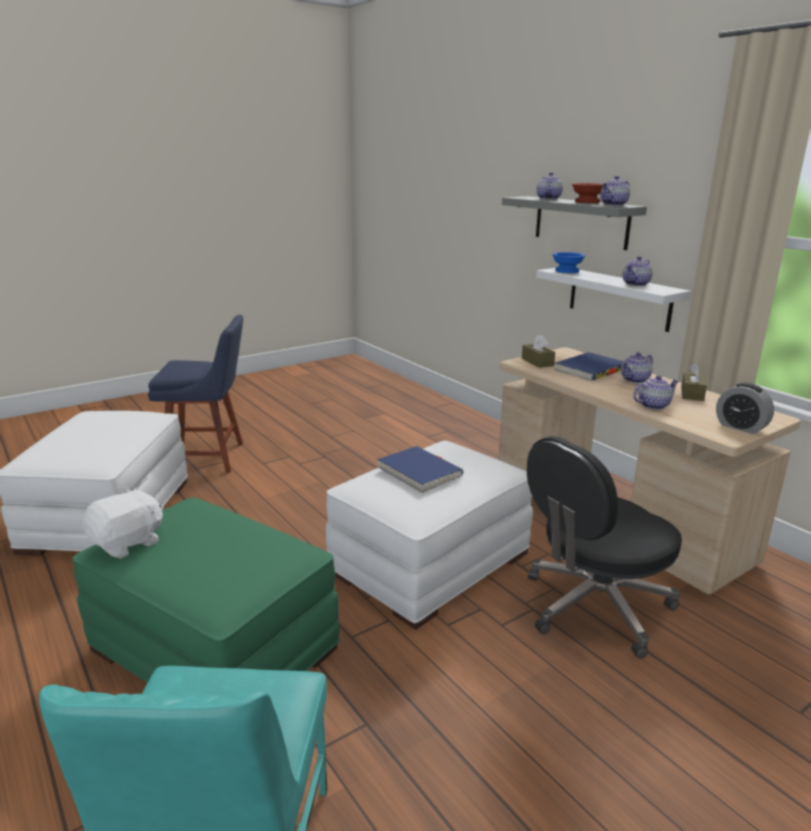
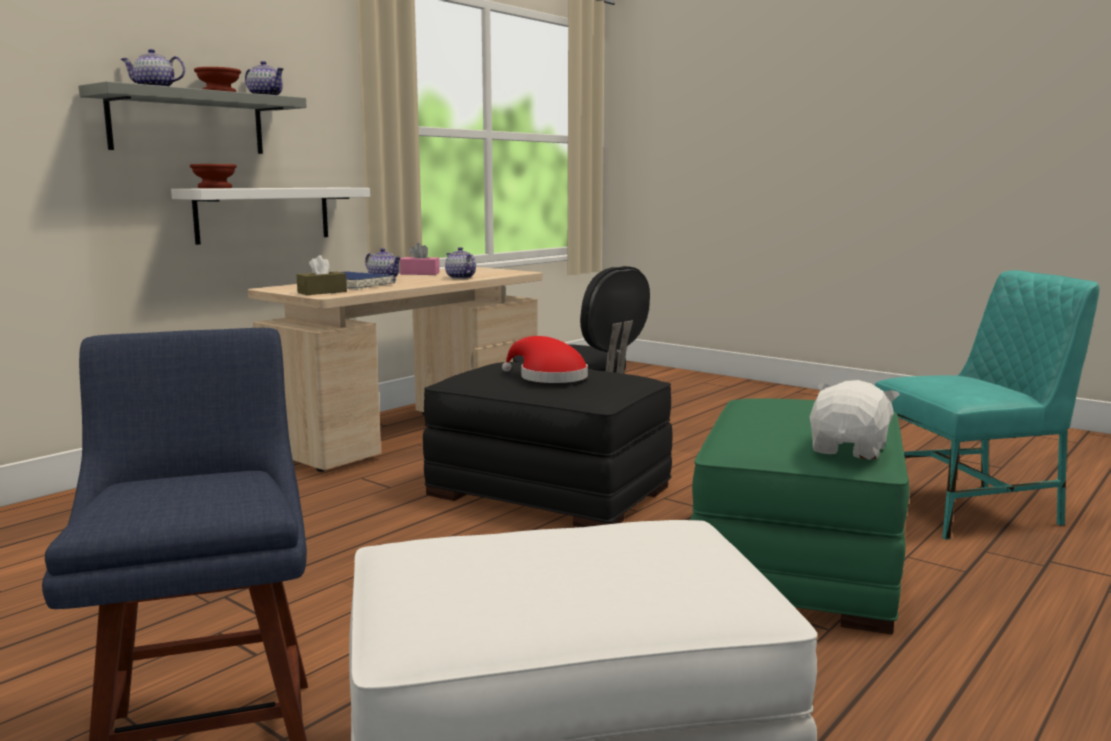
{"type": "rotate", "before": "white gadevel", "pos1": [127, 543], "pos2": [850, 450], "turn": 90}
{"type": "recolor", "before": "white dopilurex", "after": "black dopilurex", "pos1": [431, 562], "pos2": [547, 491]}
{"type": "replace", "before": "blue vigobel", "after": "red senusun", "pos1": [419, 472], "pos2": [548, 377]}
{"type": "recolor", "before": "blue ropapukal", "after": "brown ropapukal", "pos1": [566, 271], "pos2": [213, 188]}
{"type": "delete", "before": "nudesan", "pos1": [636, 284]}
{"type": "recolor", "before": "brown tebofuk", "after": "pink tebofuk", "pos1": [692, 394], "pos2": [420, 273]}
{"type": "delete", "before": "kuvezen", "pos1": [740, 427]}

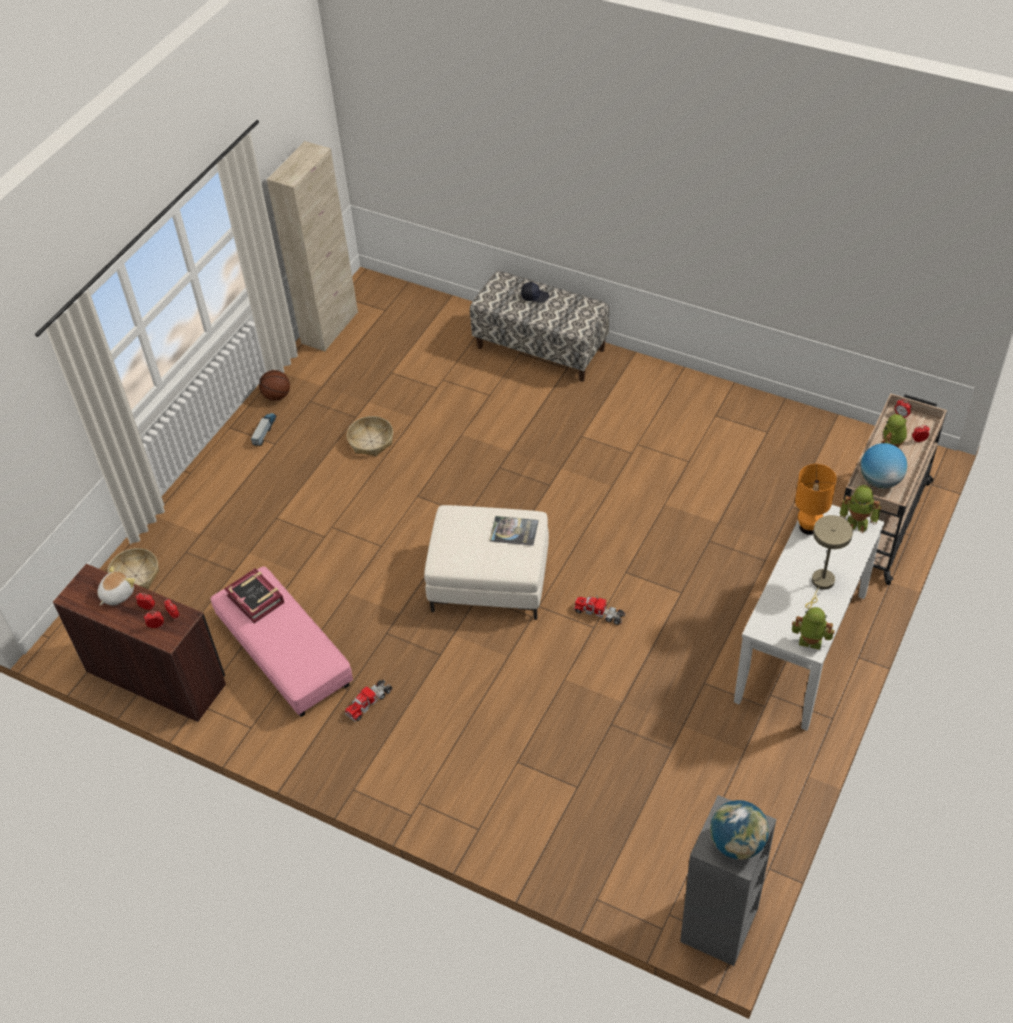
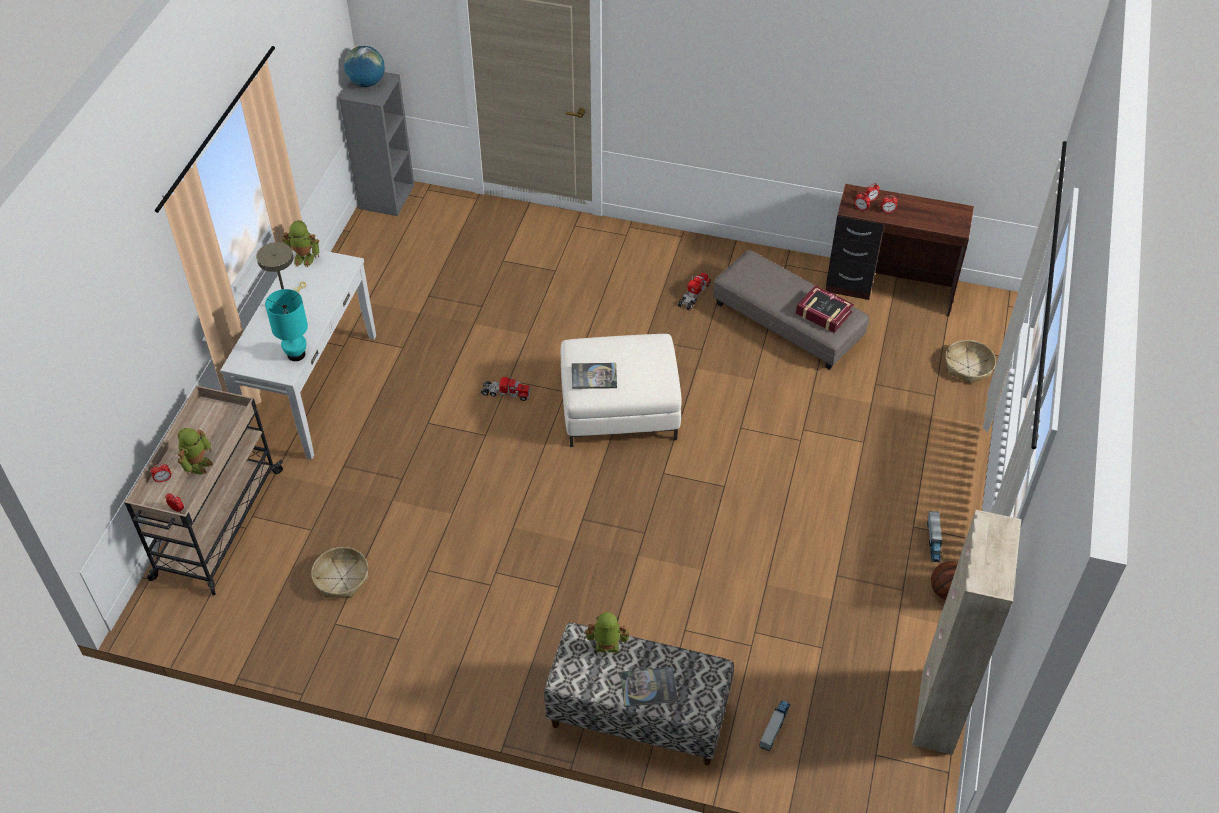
{"type": "delete", "before": "gadevel", "pos1": [116, 594]}
{"type": "recolor", "before": "pink dopilurex", "after": "grey dopilurex", "pos1": [284, 652], "pos2": [787, 322]}
{"type": "move", "before": "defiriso", "pos1": [371, 441], "pos2": [341, 578]}
{"type": "replace", "before": "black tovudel", "after": "vigobel", "pos1": [534, 296], "pos2": [648, 687]}
{"type": "recolor", "before": "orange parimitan", "after": "turquoise parimitan", "pos1": [808, 527], "pos2": [296, 354]}
{"type": "move", "before": "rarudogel", "pos1": [857, 522], "pos2": [606, 647]}
{"type": "delete", "before": "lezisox", "pos1": [880, 480]}
{"type": "insert", "after": "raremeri", "pos2": [774, 727]}

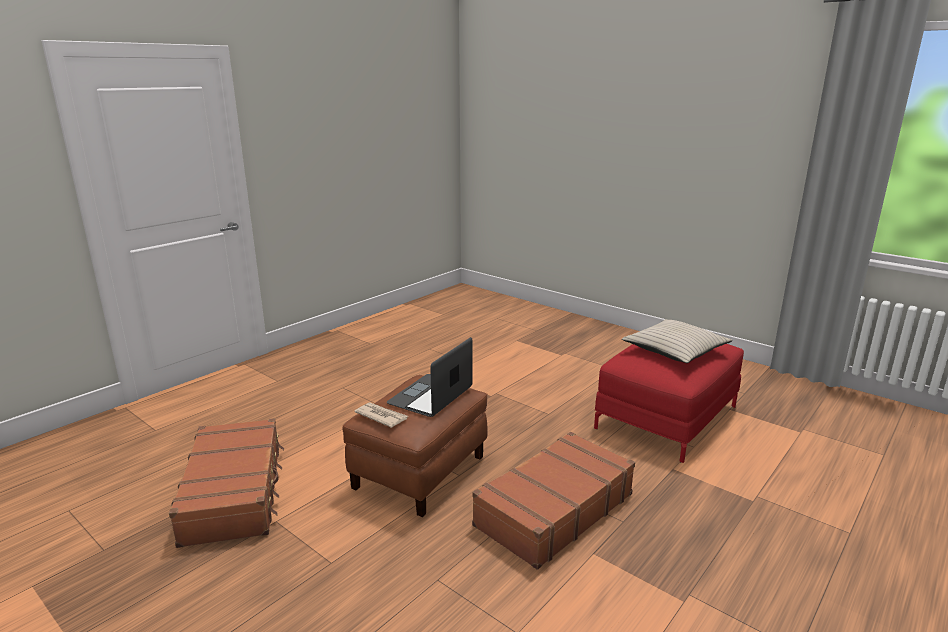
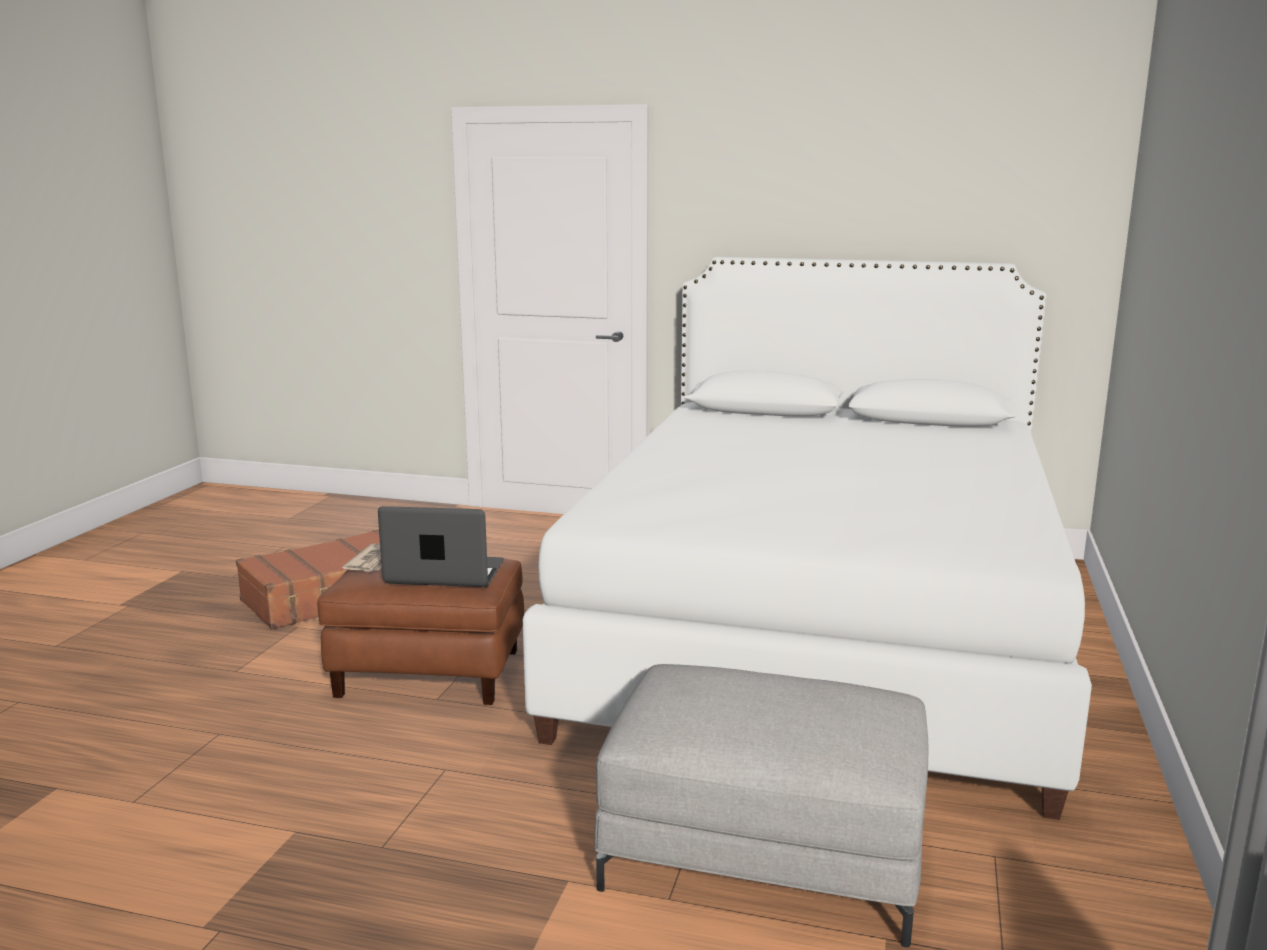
{"type": "delete", "before": "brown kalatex", "pos1": [553, 509]}
{"type": "recolor", "before": "red dopilurex", "after": "grey dopilurex", "pos1": [665, 416], "pos2": [764, 851]}
{"type": "delete", "before": "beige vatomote", "pos1": [674, 350]}
{"type": "insert", "after": "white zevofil", "pos2": [819, 631]}

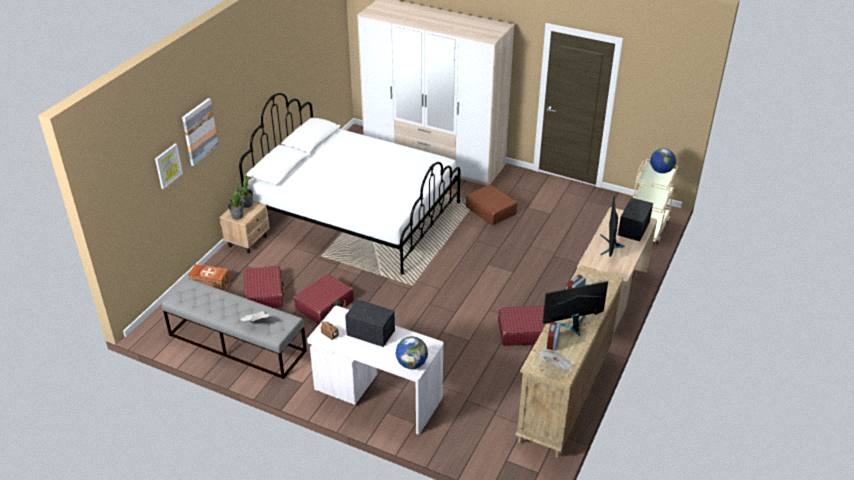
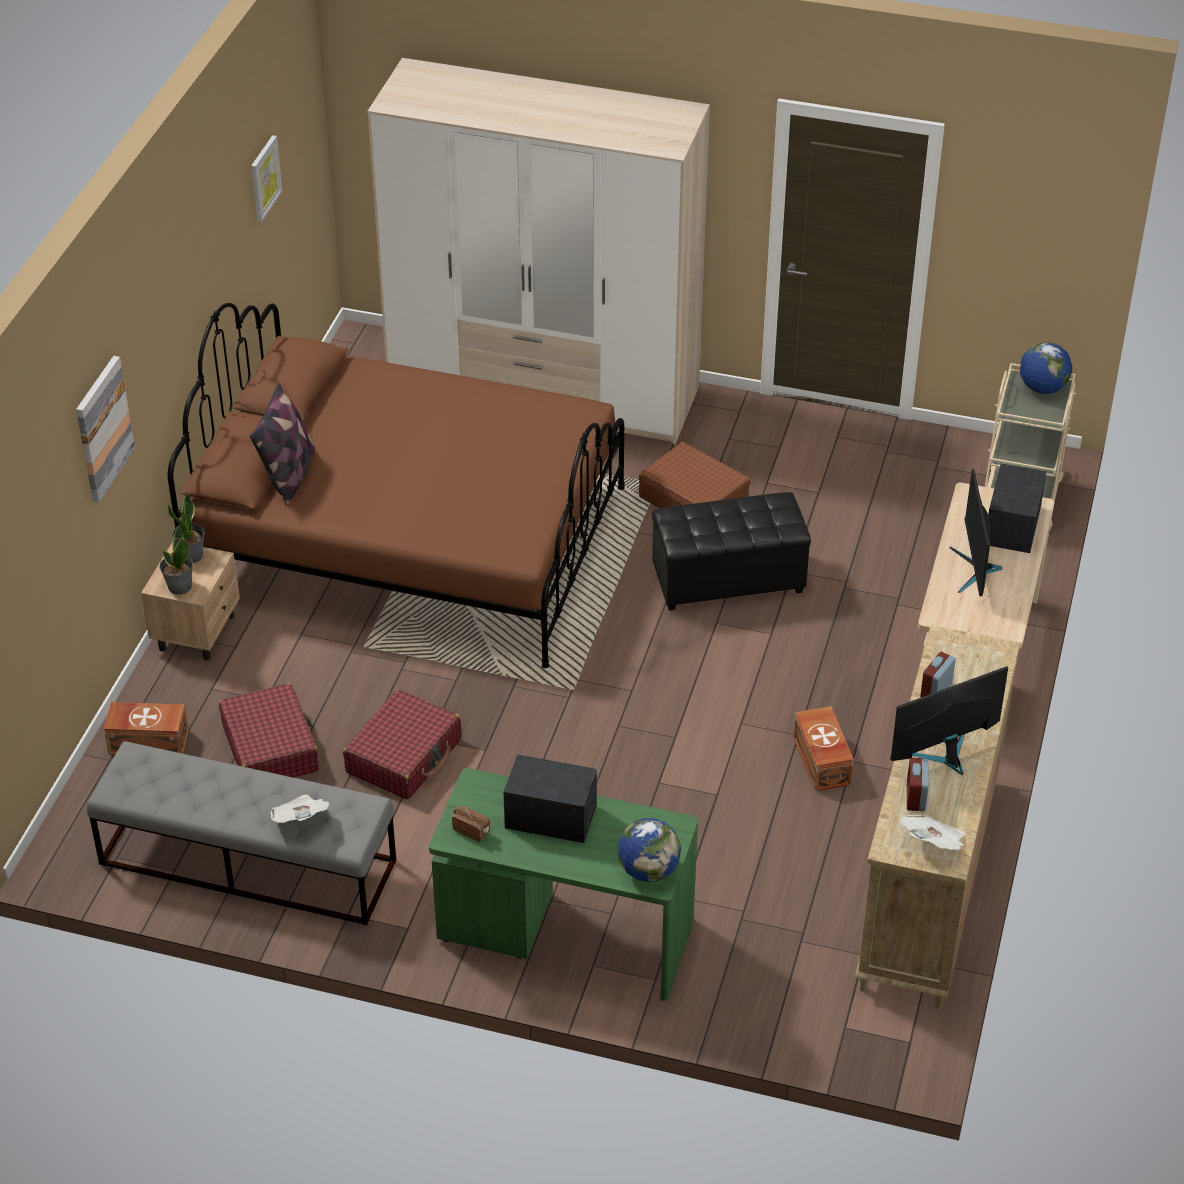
{"type": "move", "before": "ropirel", "pos1": [168, 166], "pos2": [264, 178]}
{"type": "recolor", "before": "white zevofil", "after": "brown zevofil", "pos1": [355, 214], "pos2": [410, 540]}
{"type": "recolor", "before": "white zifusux", "after": "green zifusux", "pos1": [377, 395], "pos2": [565, 934]}
{"type": "replace", "before": "red kalatex", "after": "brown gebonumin", "pos1": [524, 332], "pos2": [821, 762]}
{"type": "insert", "after": "vatomote", "pos2": [289, 476]}
{"type": "insert", "after": "black dopilurex", "pos2": [728, 580]}

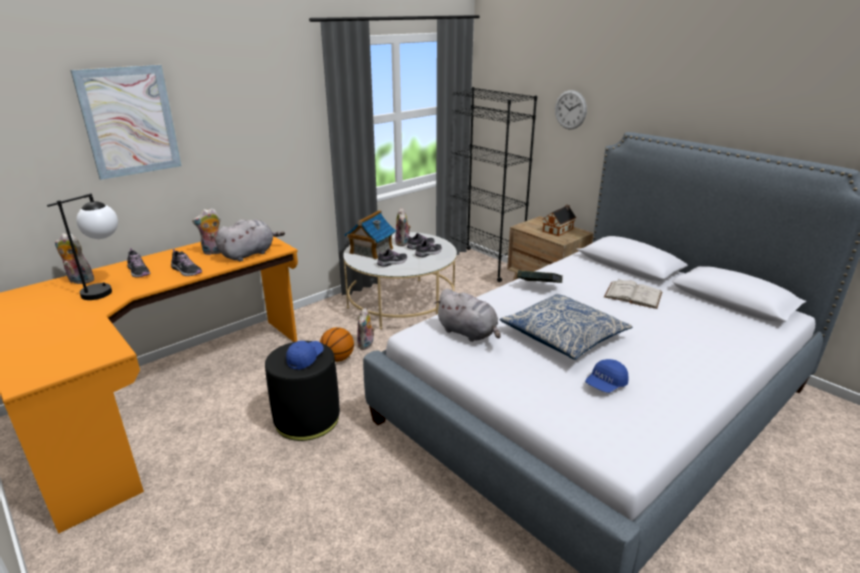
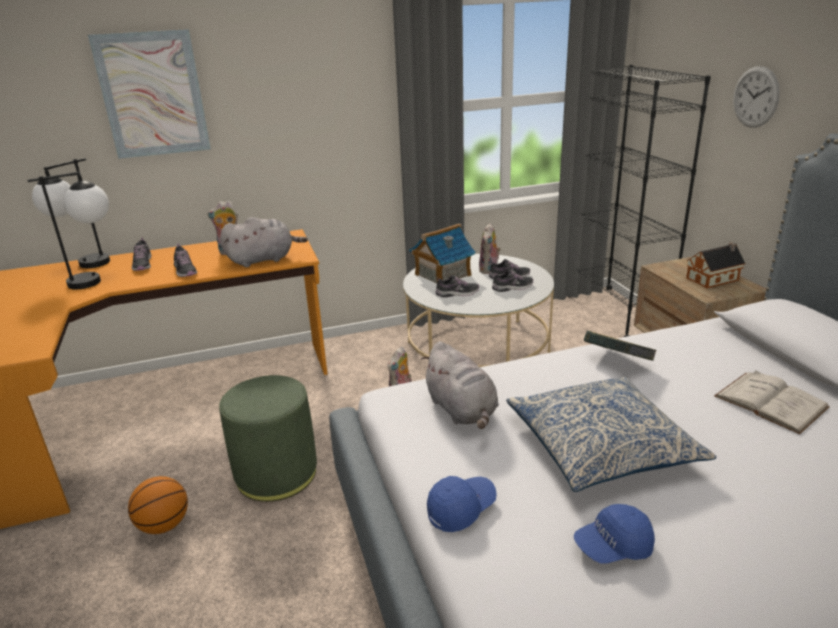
{"type": "replace", "before": "gadevel", "after": "parimitan", "pos1": [79, 281], "pos2": [84, 267]}
{"type": "recolor", "before": "black dopilurex", "after": "green dopilurex", "pos1": [307, 419], "pos2": [276, 473]}
{"type": "move", "before": "blue tovudel", "pos1": [305, 358], "pos2": [461, 509]}
{"type": "move", "before": "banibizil", "pos1": [337, 358], "pos2": [164, 525]}

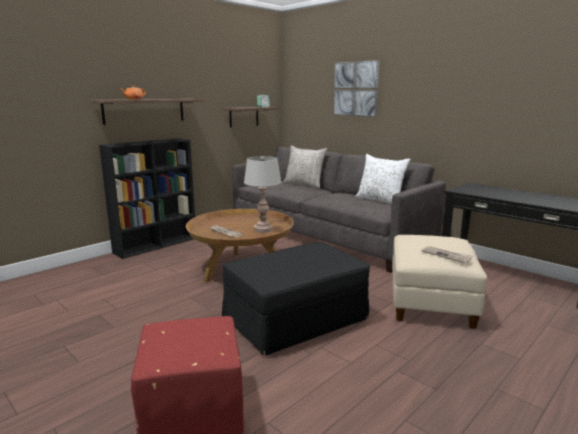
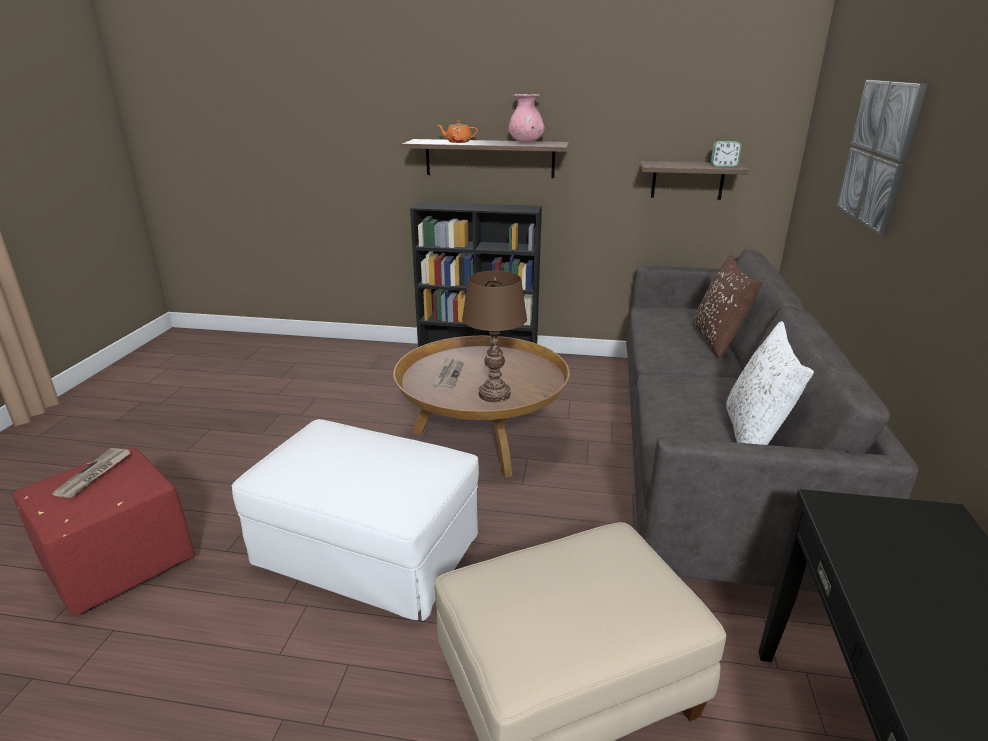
{"type": "recolor", "before": "black dopilurex", "after": "white dopilurex", "pos1": [296, 320], "pos2": [368, 550]}
{"type": "recolor", "before": "grey parimitan", "after": "brown parimitan", "pos1": [263, 229], "pos2": [494, 394]}
{"type": "recolor", "before": "grey vatomote", "after": "brown vatomote", "pos1": [304, 185], "pos2": [718, 340]}
{"type": "move", "before": "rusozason", "pos1": [447, 255], "pos2": [94, 474]}
{"type": "insert", "after": "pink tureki", "pos2": [526, 142]}

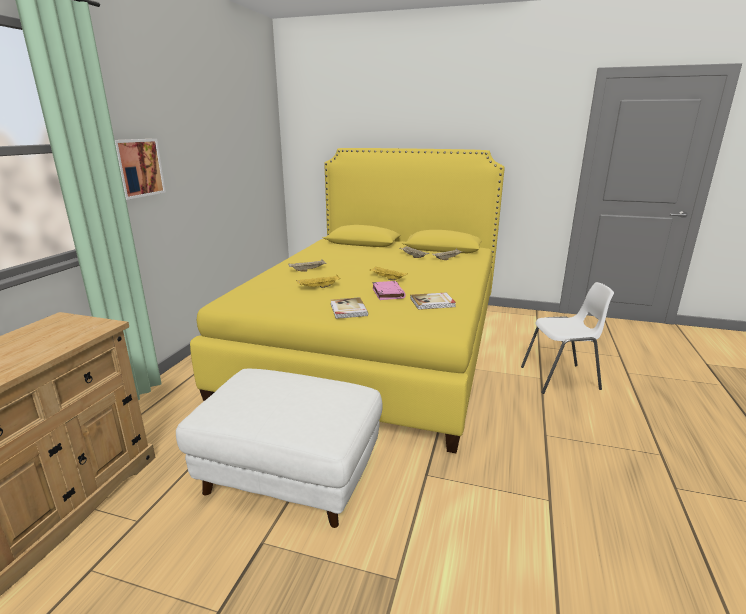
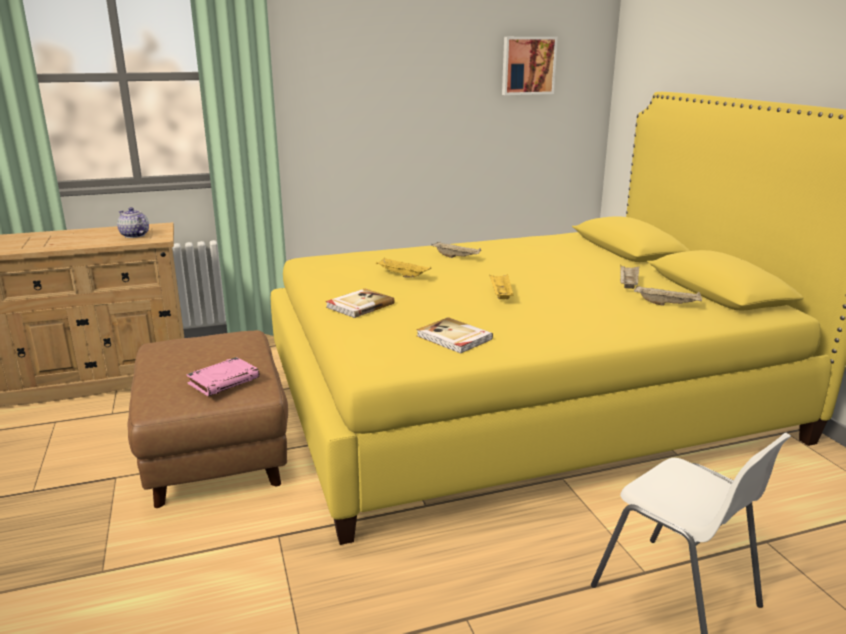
{"type": "move", "before": "ropirel", "pos1": [136, 168], "pos2": [528, 65]}
{"type": "recolor", "before": "white dopilurex", "after": "brown dopilurex", "pos1": [291, 473], "pos2": [216, 452]}
{"type": "move", "before": "pink vigobel", "pos1": [387, 293], "pos2": [224, 380]}
{"type": "insert", "after": "nudesan", "pos2": [134, 235]}

